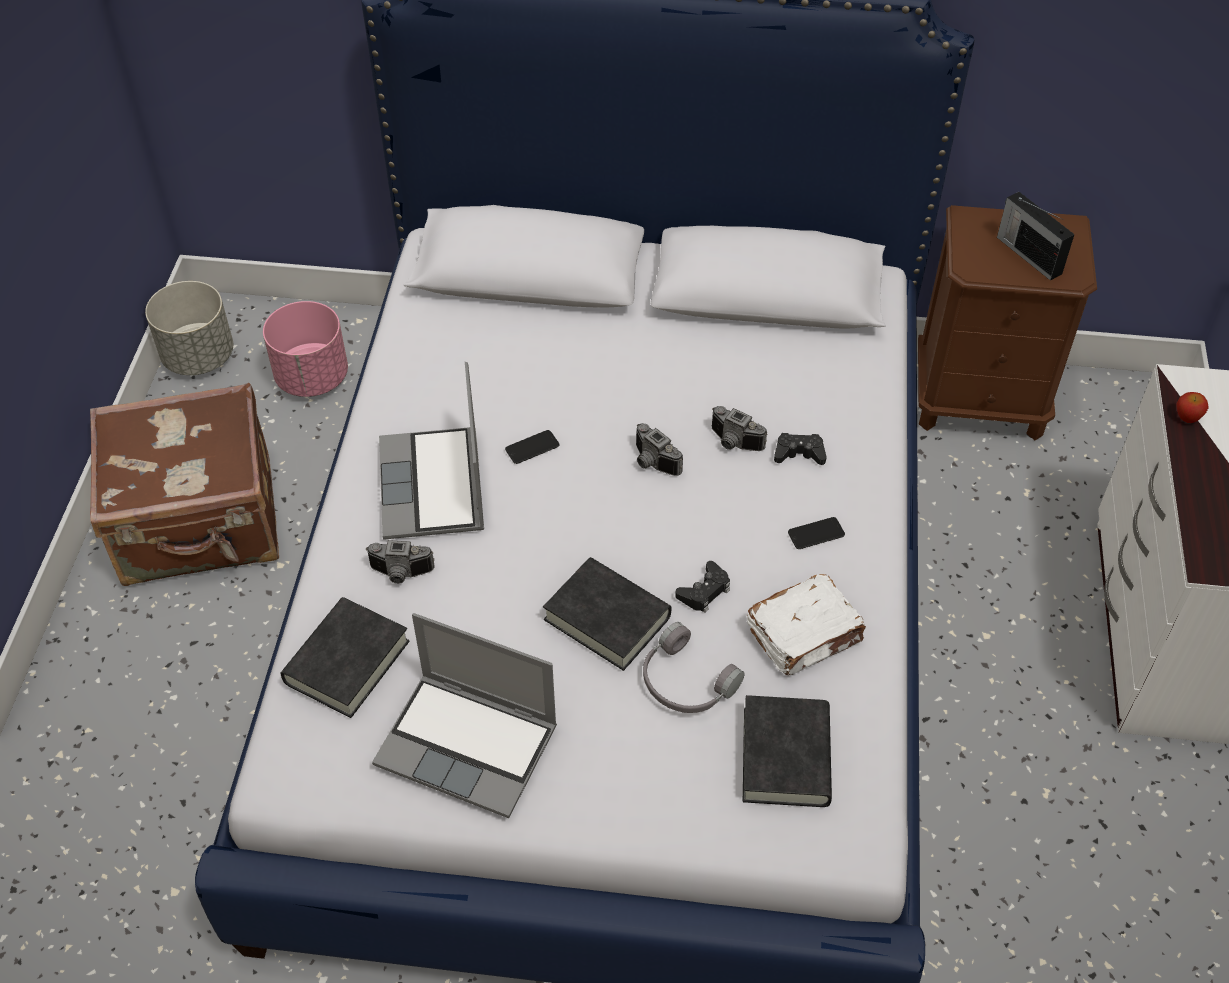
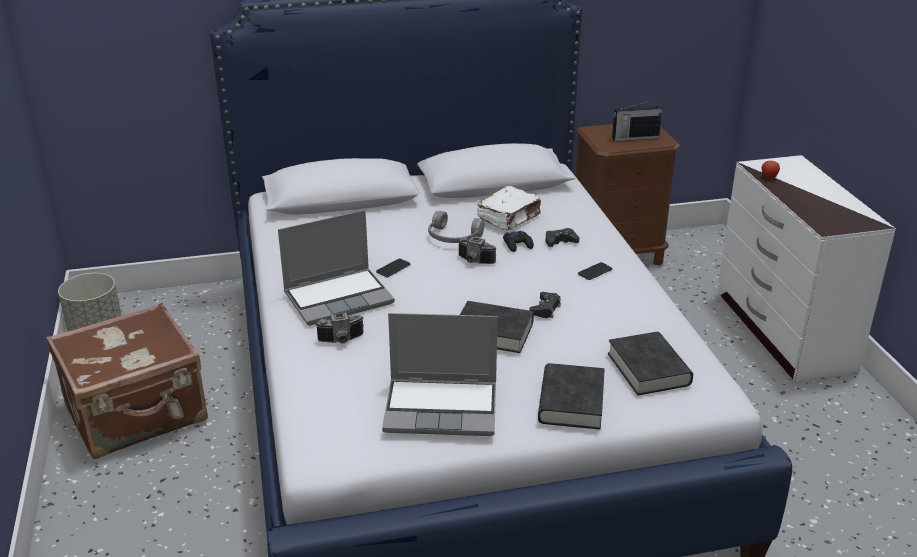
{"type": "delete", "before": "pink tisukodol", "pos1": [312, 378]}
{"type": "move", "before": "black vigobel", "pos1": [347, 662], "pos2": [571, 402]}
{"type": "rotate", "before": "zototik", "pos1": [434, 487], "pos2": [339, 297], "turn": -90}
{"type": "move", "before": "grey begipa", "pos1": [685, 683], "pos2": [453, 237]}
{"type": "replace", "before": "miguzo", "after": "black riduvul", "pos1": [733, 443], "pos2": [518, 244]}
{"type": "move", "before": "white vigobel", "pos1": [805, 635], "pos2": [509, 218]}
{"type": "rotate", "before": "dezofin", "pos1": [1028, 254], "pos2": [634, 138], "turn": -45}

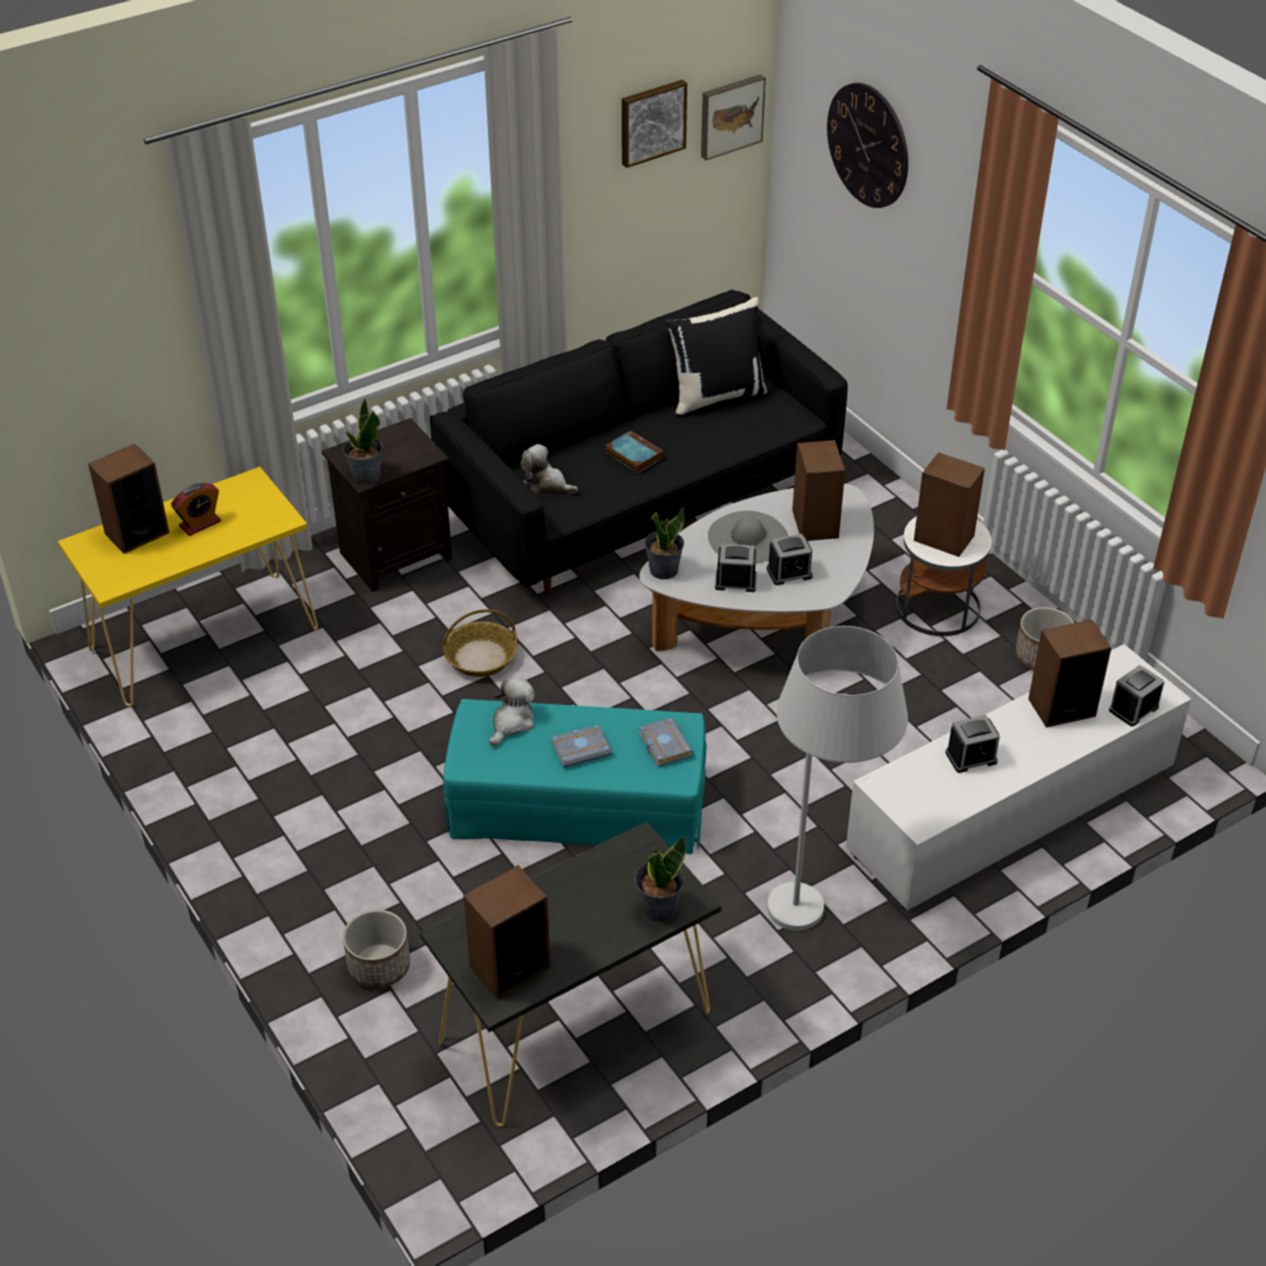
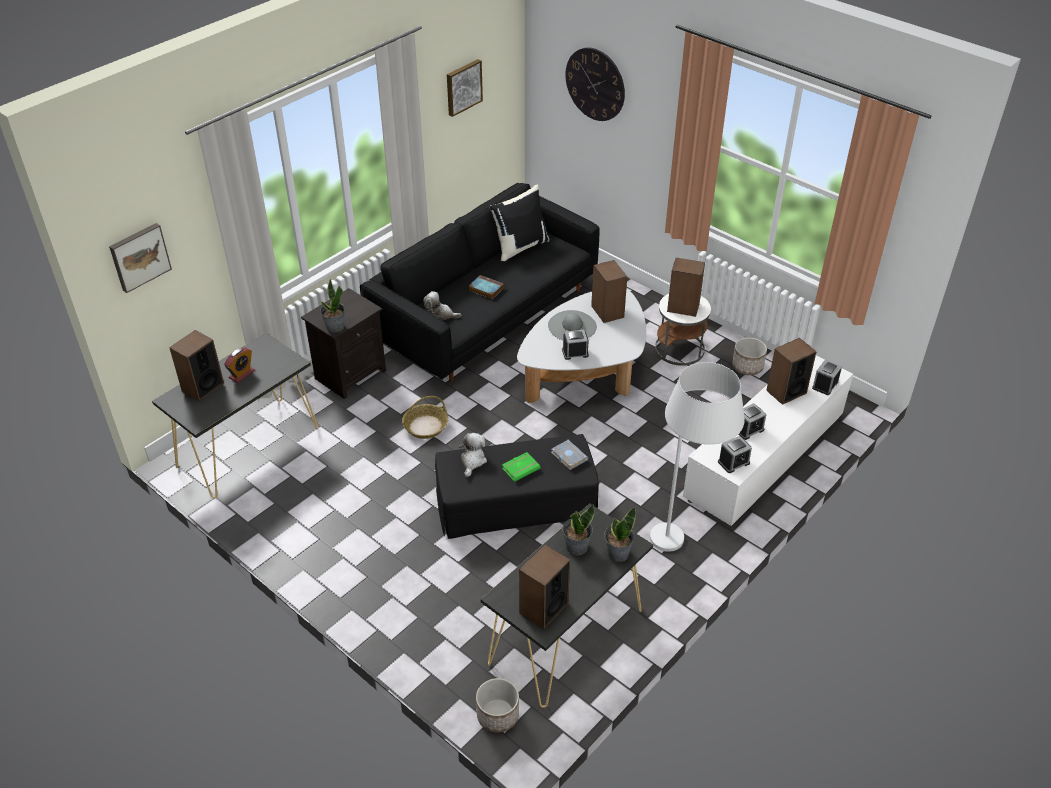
{"type": "recolor", "before": "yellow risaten", "after": "black risaten", "pos1": [205, 639], "pos2": [249, 446]}
{"type": "move", "before": "tisukodol", "pos1": [378, 966], "pos2": [497, 715]}
{"type": "recolor", "before": "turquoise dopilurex", "after": "black dopilurex", "pos1": [577, 801], "pos2": [516, 501]}
{"type": "recolor", "before": "grey vigobel", "after": "green vigobel", "pos1": [582, 748], "pos2": [520, 468]}
{"type": "move", "before": "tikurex", "pos1": [663, 569], "pos2": [576, 546]}
{"type": "move", "before": "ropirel", "pos1": [730, 115], "pos2": [139, 256]}
{"type": "move", "before": "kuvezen", "pos1": [789, 573], "pos2": [733, 462]}

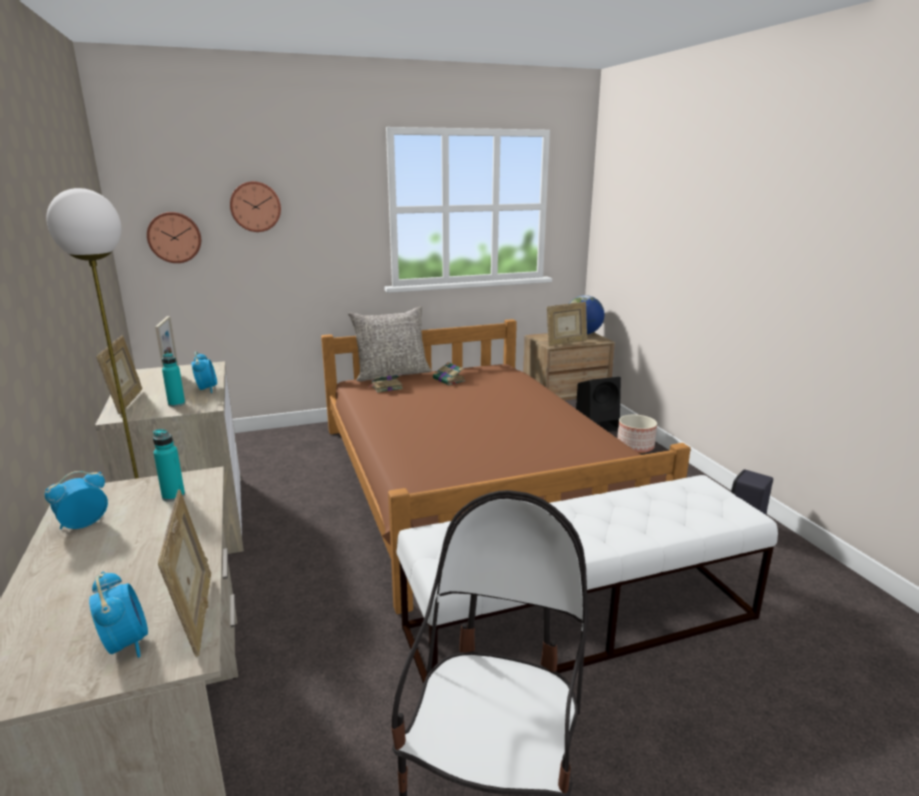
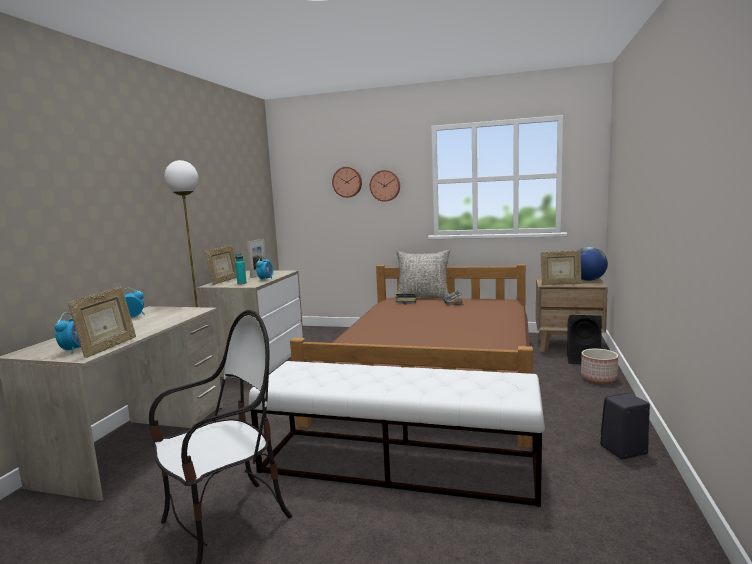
{"type": "move", "before": "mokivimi", "pos1": [174, 237], "pos2": [385, 185]}
{"type": "delete", "before": "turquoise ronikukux", "pos1": [173, 496]}

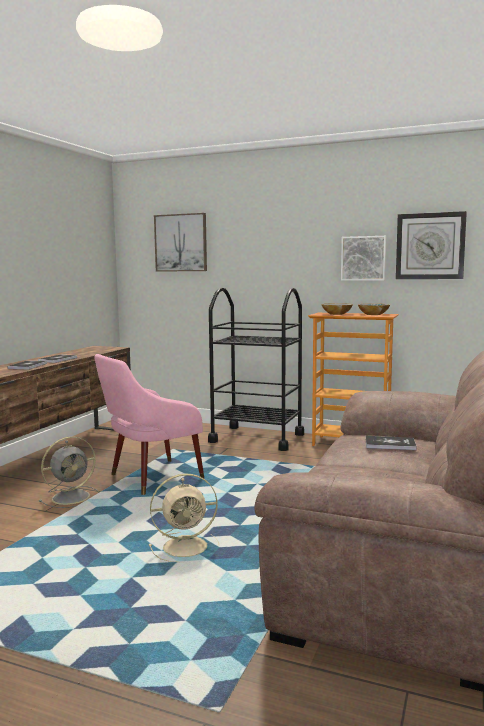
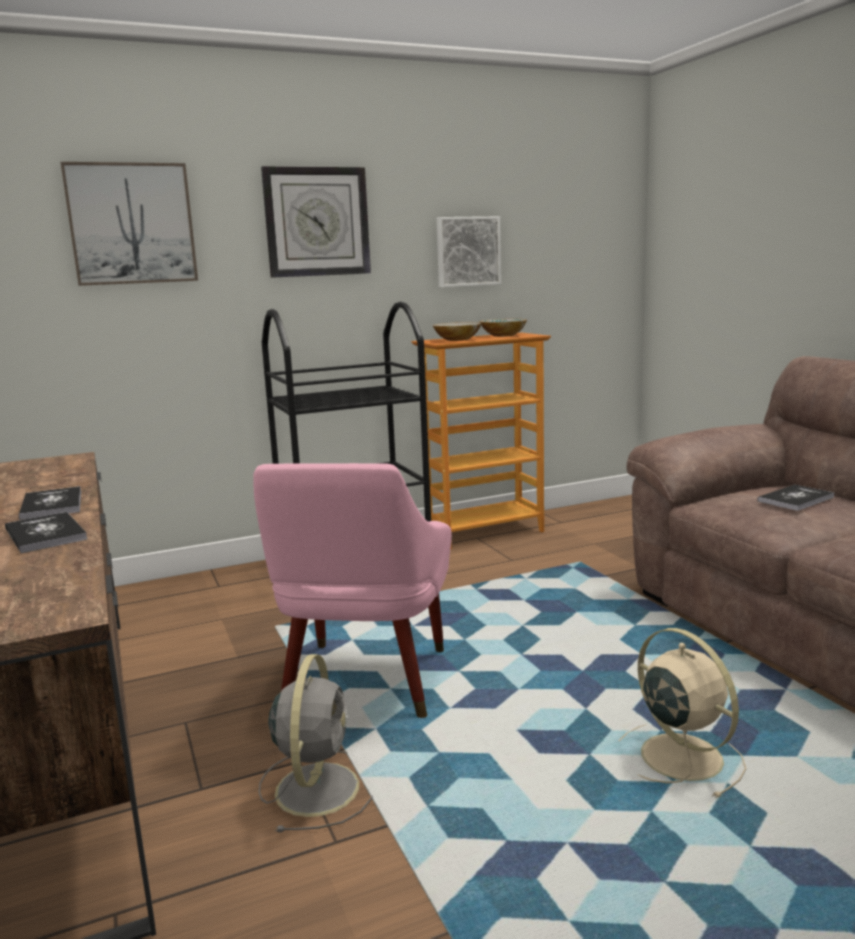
{"type": "rotate", "before": "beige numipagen", "pos1": [187, 547], "pos2": [678, 755], "turn": -60}
{"type": "move", "before": "mokivimi", "pos1": [430, 246], "pos2": [317, 222]}

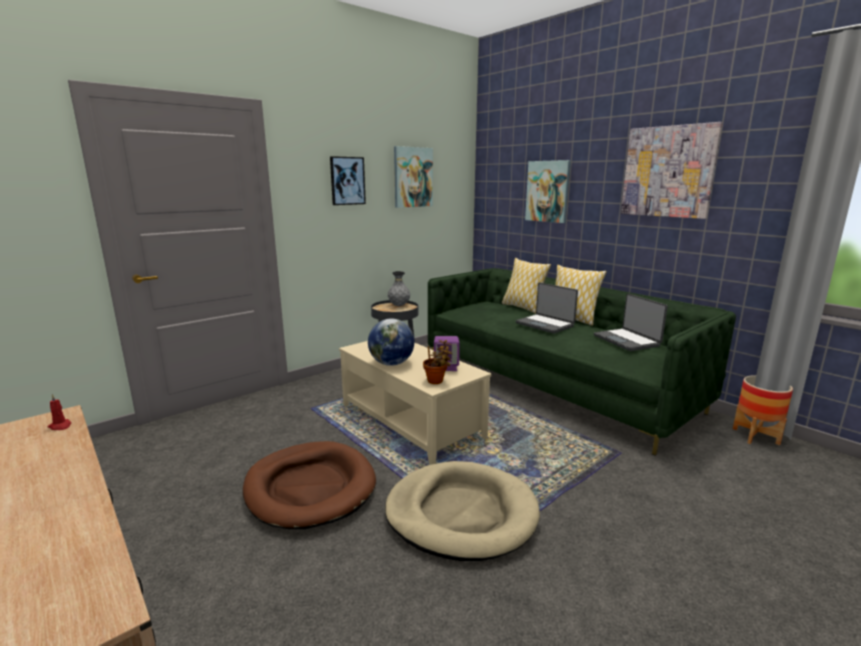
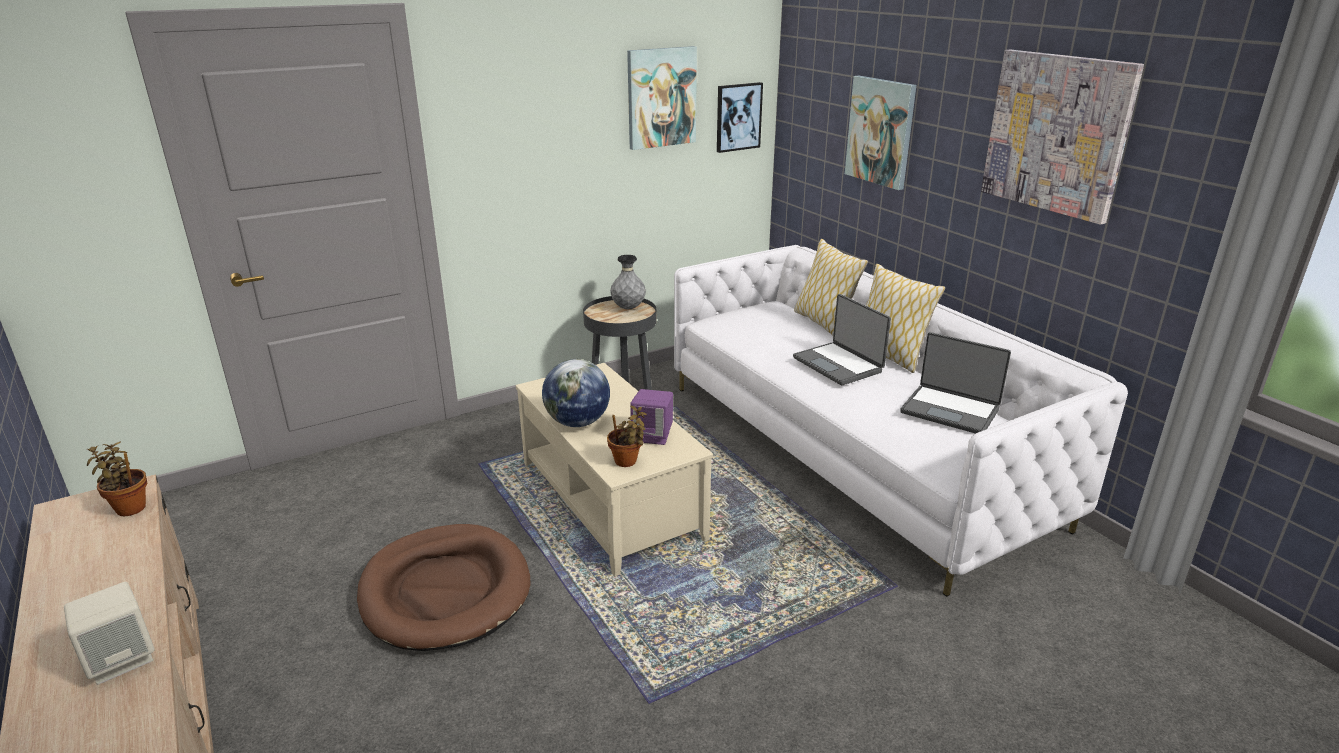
{"type": "replace", "before": "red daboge", "after": "tikurex", "pos1": [60, 426], "pos2": [130, 507]}
{"type": "move", "before": "ropirel", "pos1": [347, 181], "pos2": [738, 117]}
{"type": "delete", "before": "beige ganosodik", "pos1": [461, 513]}
{"type": "recolor", "before": "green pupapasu", "after": "white pupapasu", "pos1": [553, 384], "pos2": [851, 452]}
{"type": "rotate", "before": "zototik", "pos1": [627, 340], "pos2": [950, 410], "turn": -45}
{"type": "delete", "before": "tisukodol", "pos1": [756, 436]}
{"type": "insert", "after": "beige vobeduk", "pos2": [122, 659]}

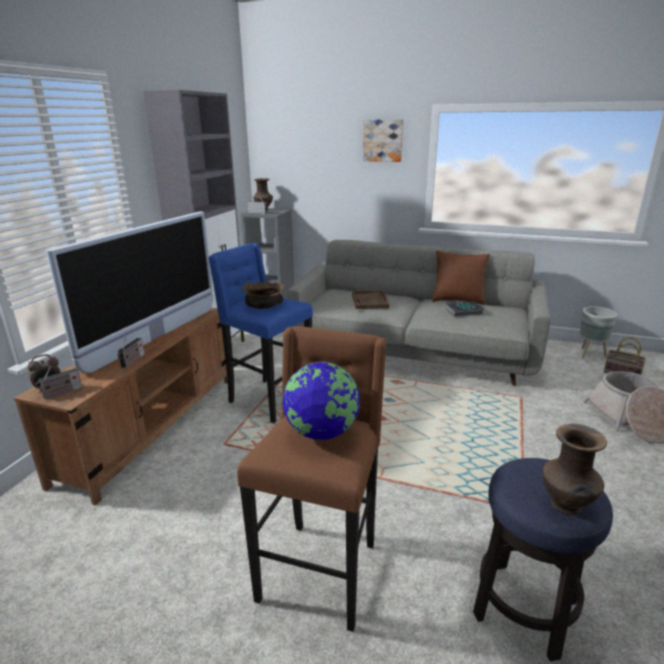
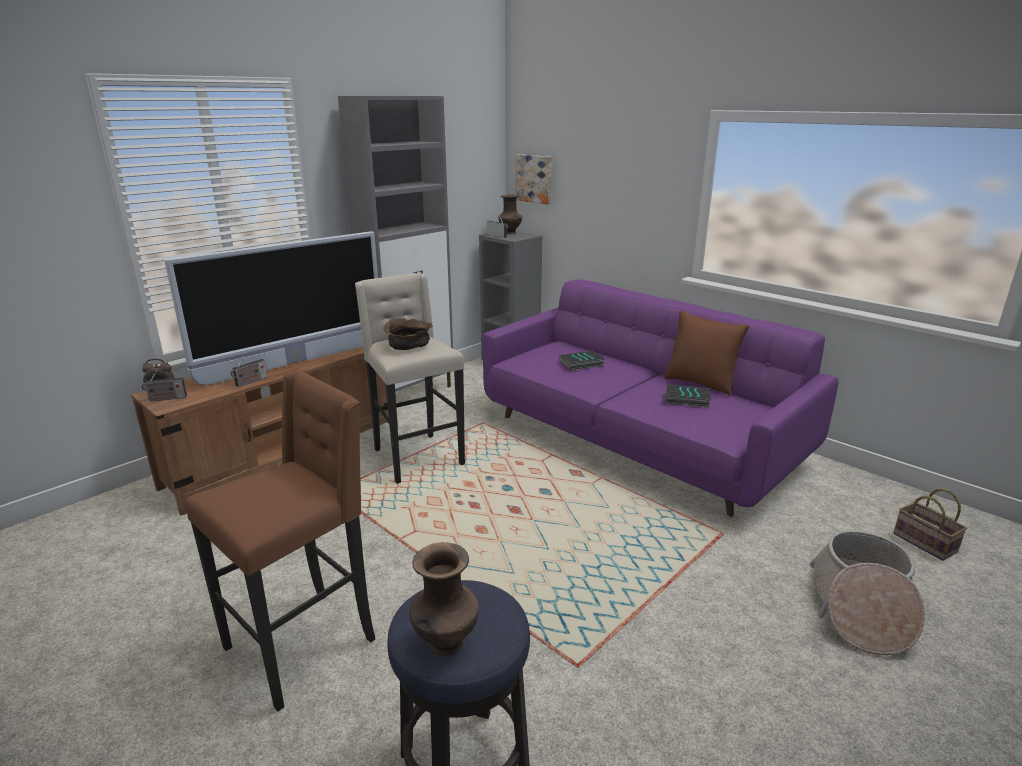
{"type": "recolor", "before": "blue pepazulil", "after": "beige pepazulil", "pos1": [268, 399], "pos2": [416, 457]}
{"type": "delete", "before": "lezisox", "pos1": [322, 433]}
{"type": "recolor", "before": "grey pupapasu", "after": "purple pupapasu", "pos1": [413, 350], "pos2": [636, 440]}
{"type": "replace", "before": "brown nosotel", "after": "vigobel", "pos1": [370, 301], "pos2": [581, 364]}
{"type": "move", "before": "ropirel", "pos1": [383, 140], "pos2": [535, 178]}
{"type": "delete", "before": "grey tisukodol", "pos1": [589, 354]}

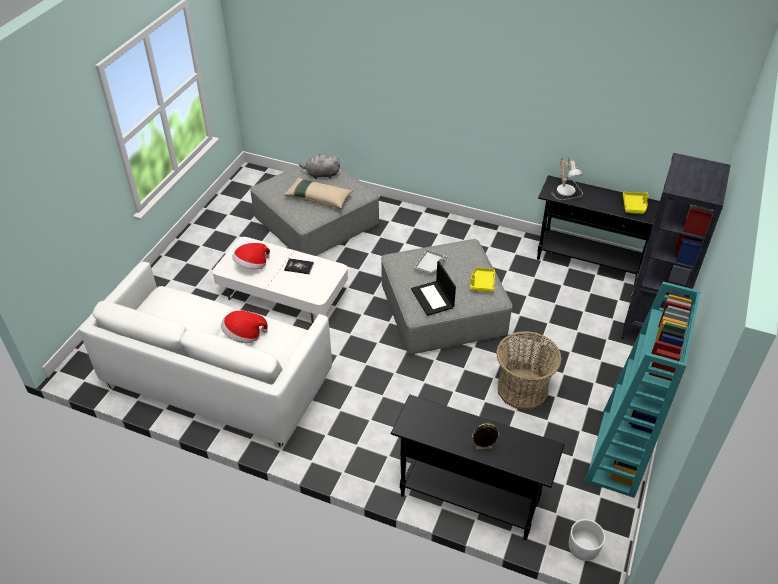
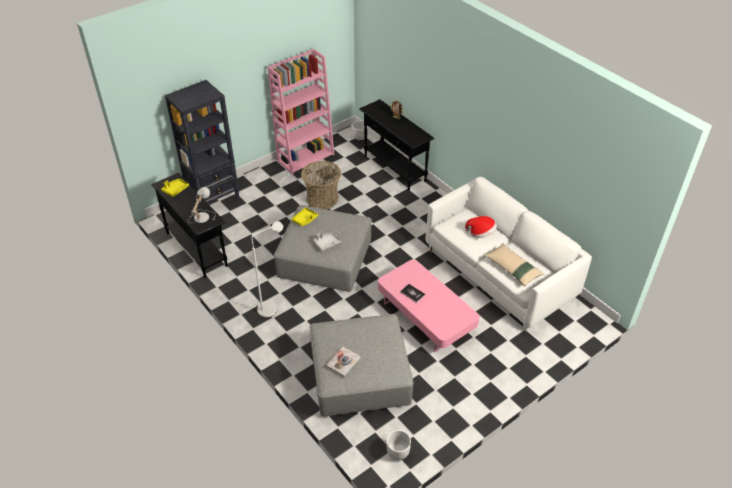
{"type": "recolor", "before": "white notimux", "after": "pink notimux", "pos1": [283, 294], "pos2": [426, 316]}
{"type": "delete", "before": "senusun", "pos1": [252, 265]}
{"type": "move", "before": "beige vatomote", "pos1": [318, 198], "pos2": [513, 268]}
{"type": "replace", "before": "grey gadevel", "after": "vigobel", "pos1": [321, 175], "pos2": [343, 362]}
{"type": "delete", "before": "zototik", "pos1": [433, 298]}
{"type": "recolor", "before": "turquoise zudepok", "after": "pink zudepok", "pos1": [619, 453], "pos2": [306, 157]}
{"type": "insert", "after": "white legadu", "pos2": [272, 308]}
{"type": "insert", "after": "white tisukodol", "pos2": [397, 452]}

